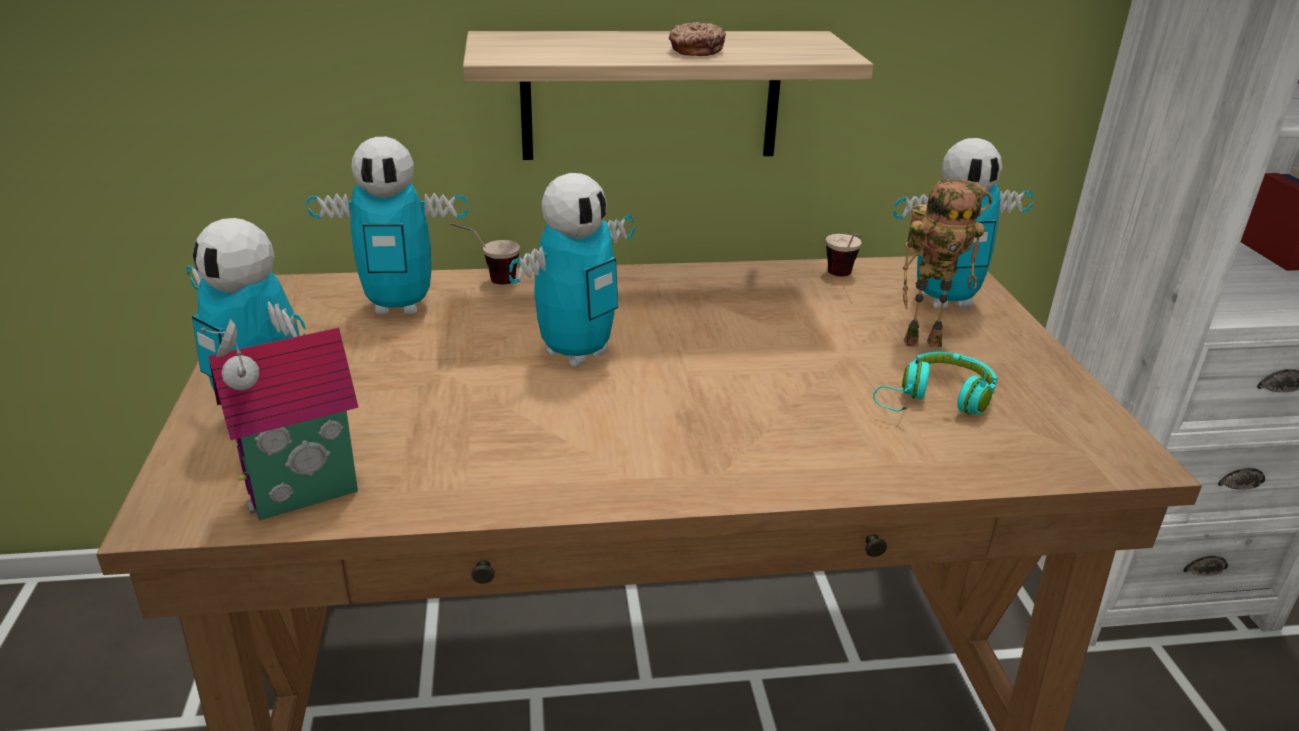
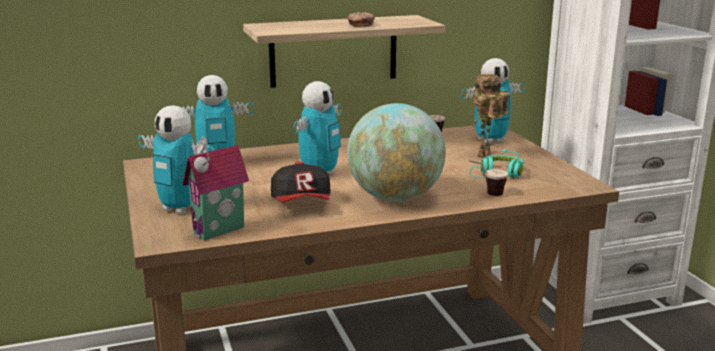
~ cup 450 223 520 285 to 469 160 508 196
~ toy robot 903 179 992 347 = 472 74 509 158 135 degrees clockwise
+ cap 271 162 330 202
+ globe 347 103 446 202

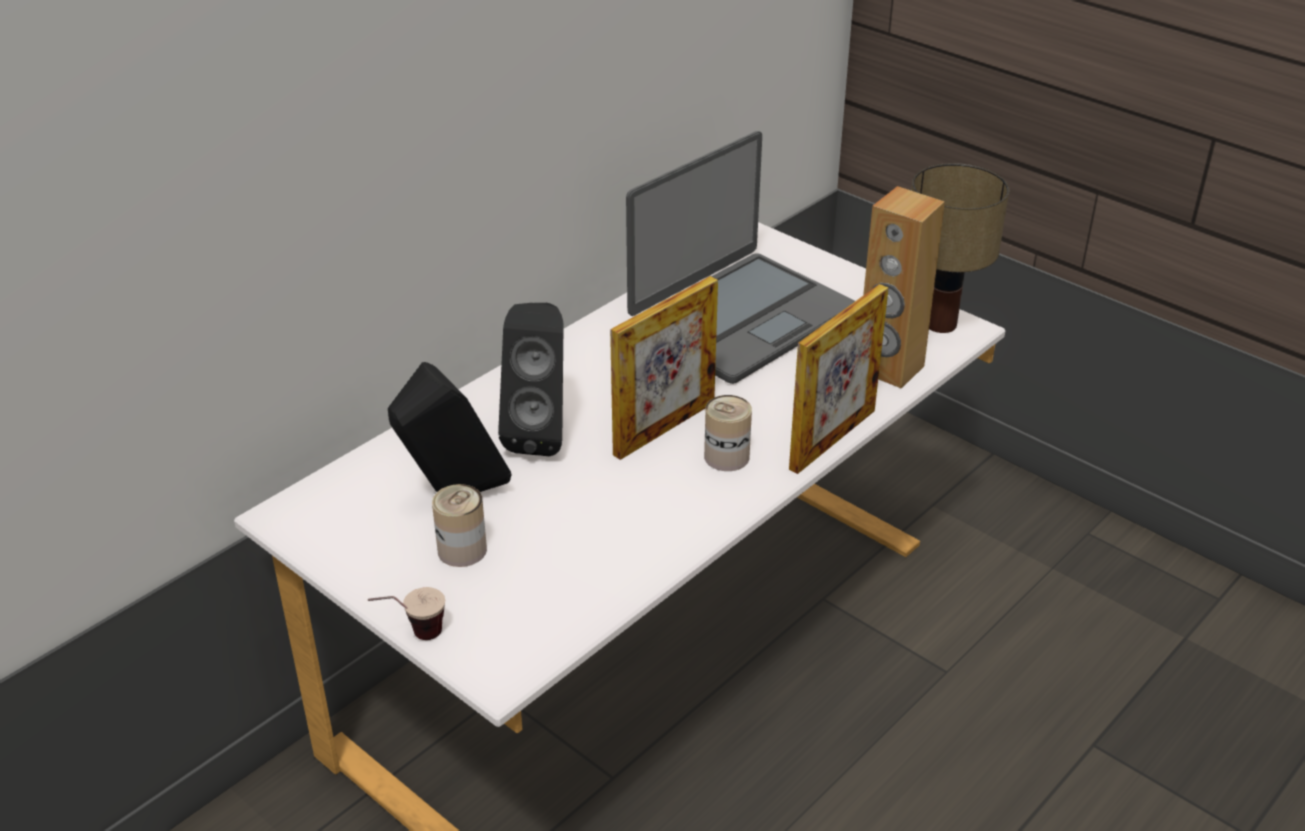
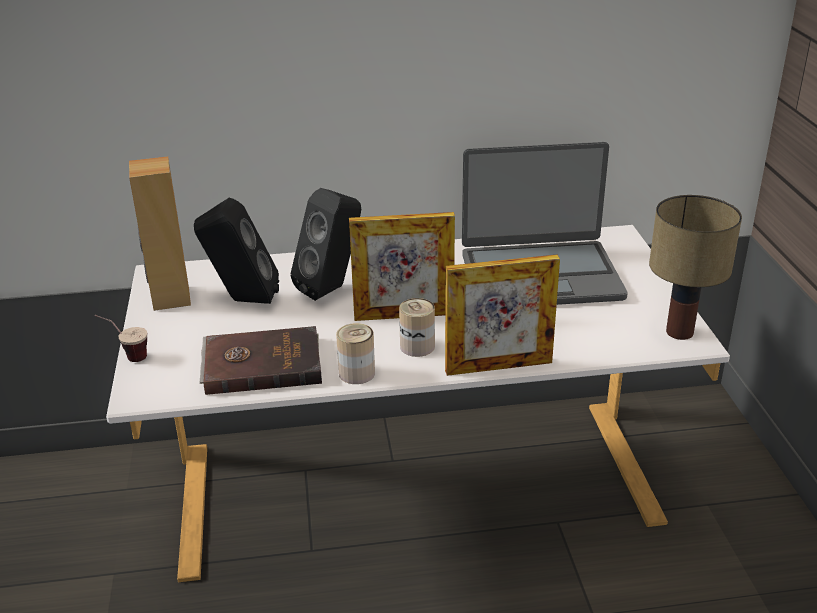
~ can 432 484 487 567 to 336 323 375 384
~ speaker (brown) 863 186 945 389 to 129 157 191 311
+ book (brown) 200 326 322 395

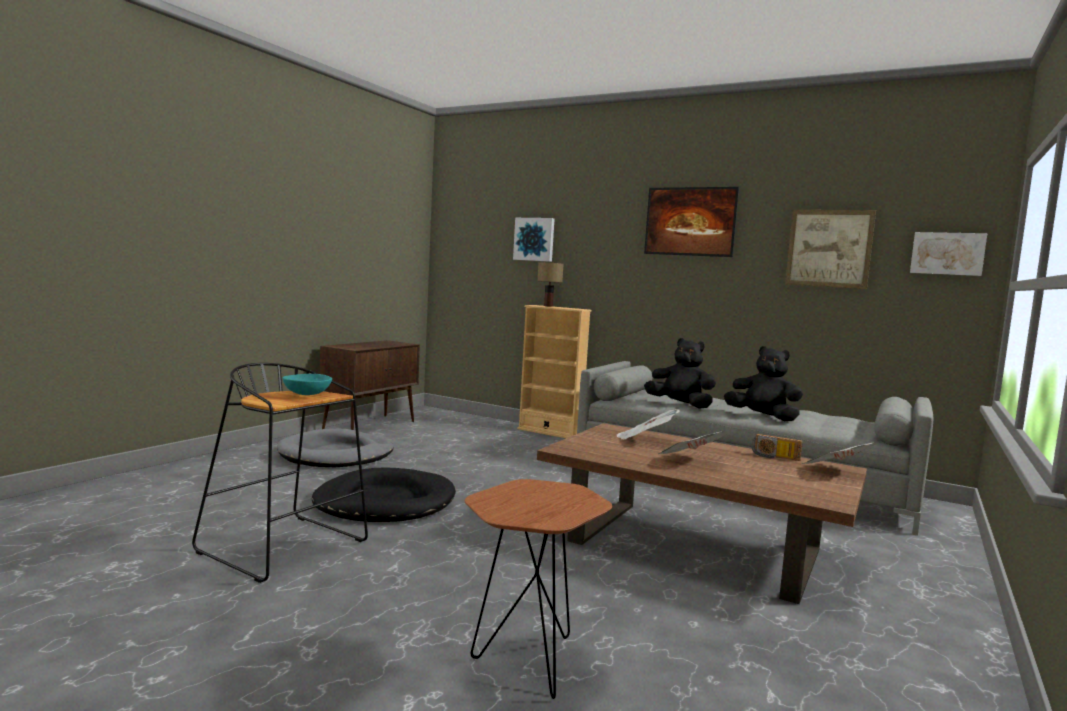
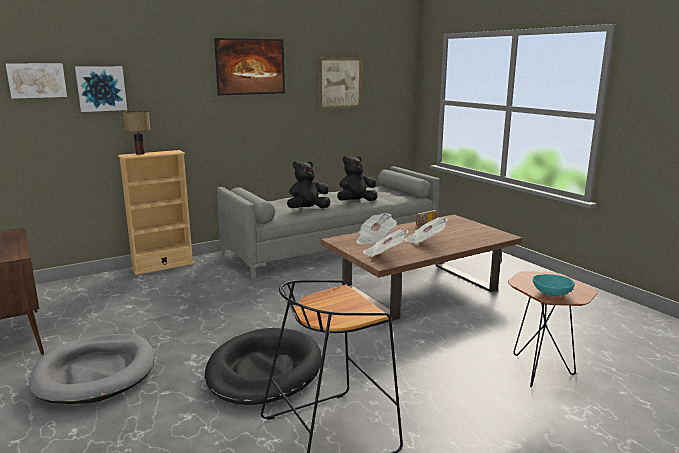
~ bowl (turquoise) 282 374 332 395 to 533 274 575 296
~ newspaper 802 442 877 464 to 363 229 409 257
~ picture 910 232 987 276 to 5 63 67 99

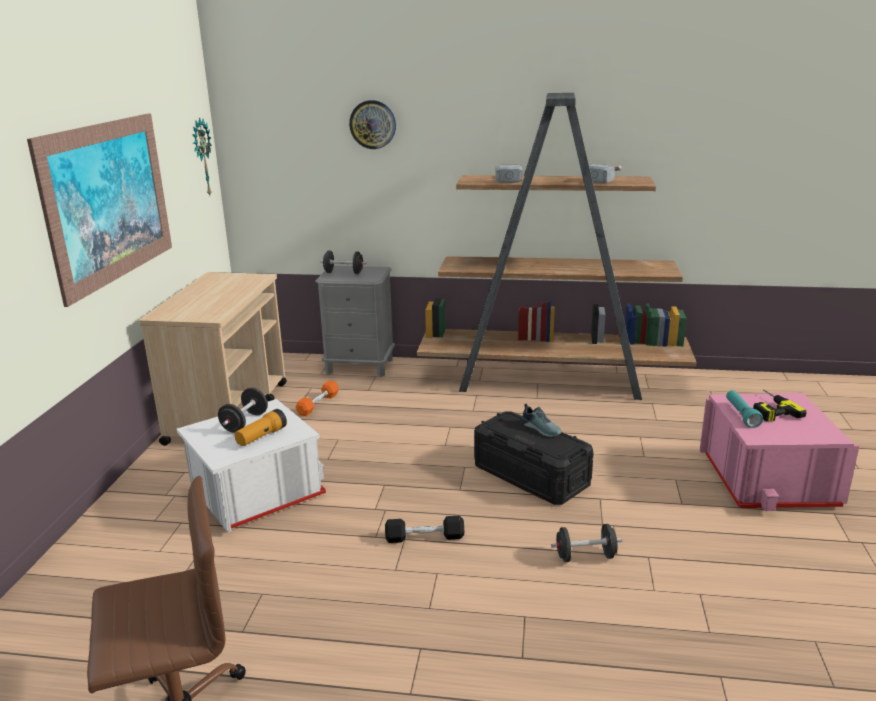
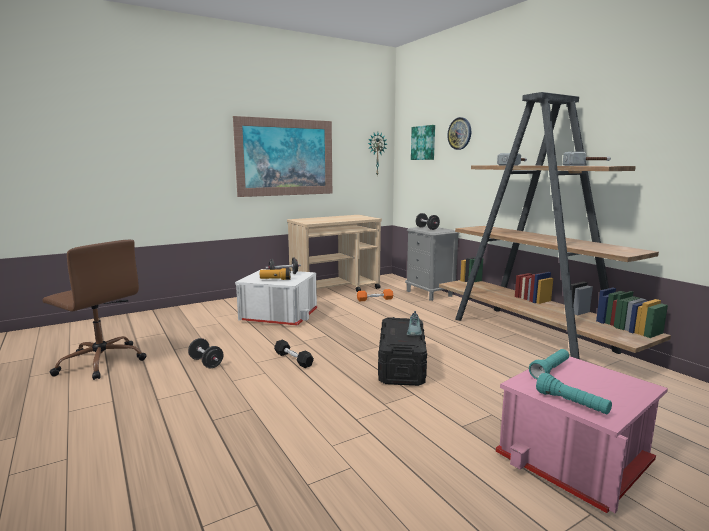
~ dumbbell (black) 551 524 622 562 to 188 338 223 368
- power drill 753 389 807 422
+ picture 411 125 435 160
+ flashlight (turquoise) 536 373 612 414

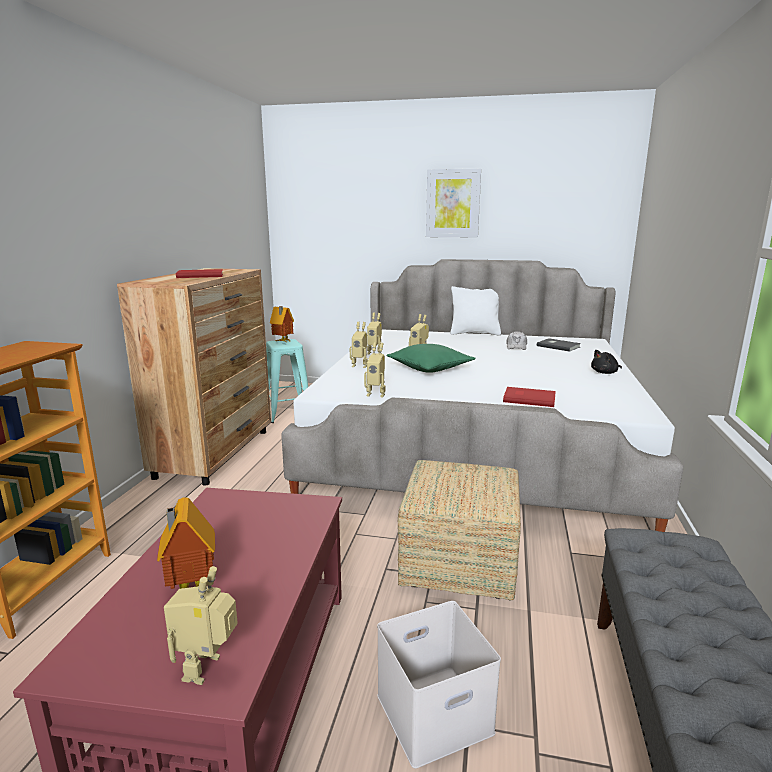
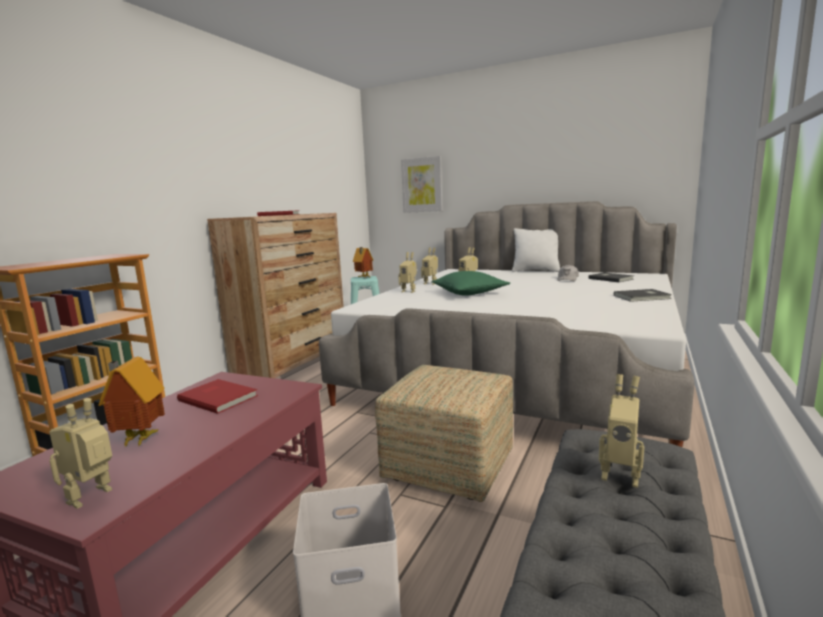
~ toy robot 364 342 385 397 to 599 374 644 488
~ picture 426 169 481 238 to 401 156 443 213
~ book (red) 503 387 556 407 to 177 379 258 414
~ plush toy (black) 591 350 622 374 to book (grey) 614 289 672 302

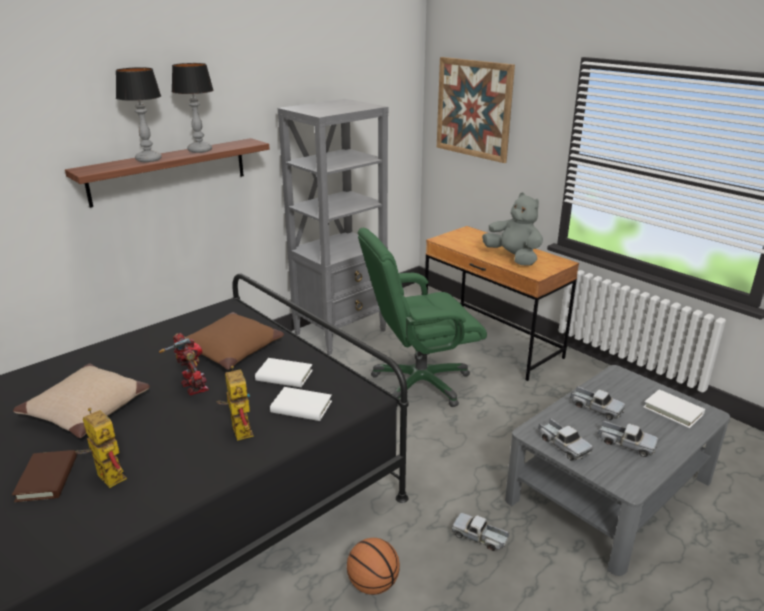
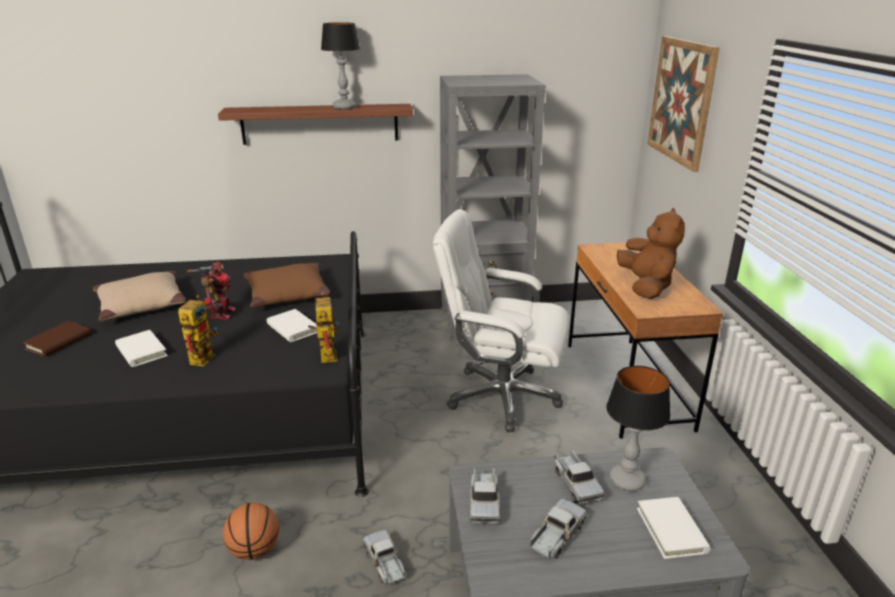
~ toy robot 75 408 127 488 to 308 292 339 363
~ table lamp 116 67 162 162 to 606 366 671 491
~ book (white) 270 387 332 421 to 115 330 168 367
~ office chair (green) 358 228 487 407 to office chair (white) 433 209 570 432
~ plush toy (grey) 482 192 543 266 to plush toy (brown) 617 208 685 299
~ toy truck 598 420 658 457 = 530 499 587 558 120 degrees counterclockwise

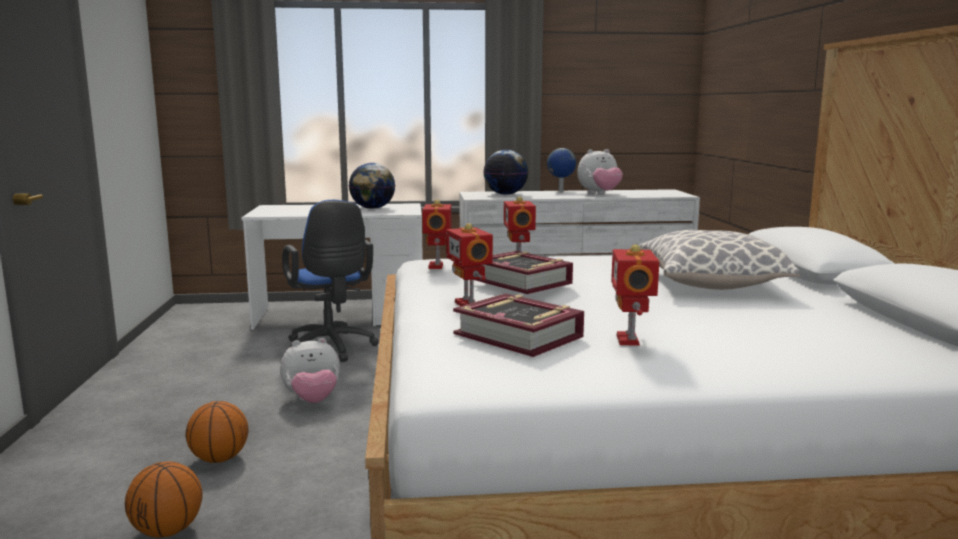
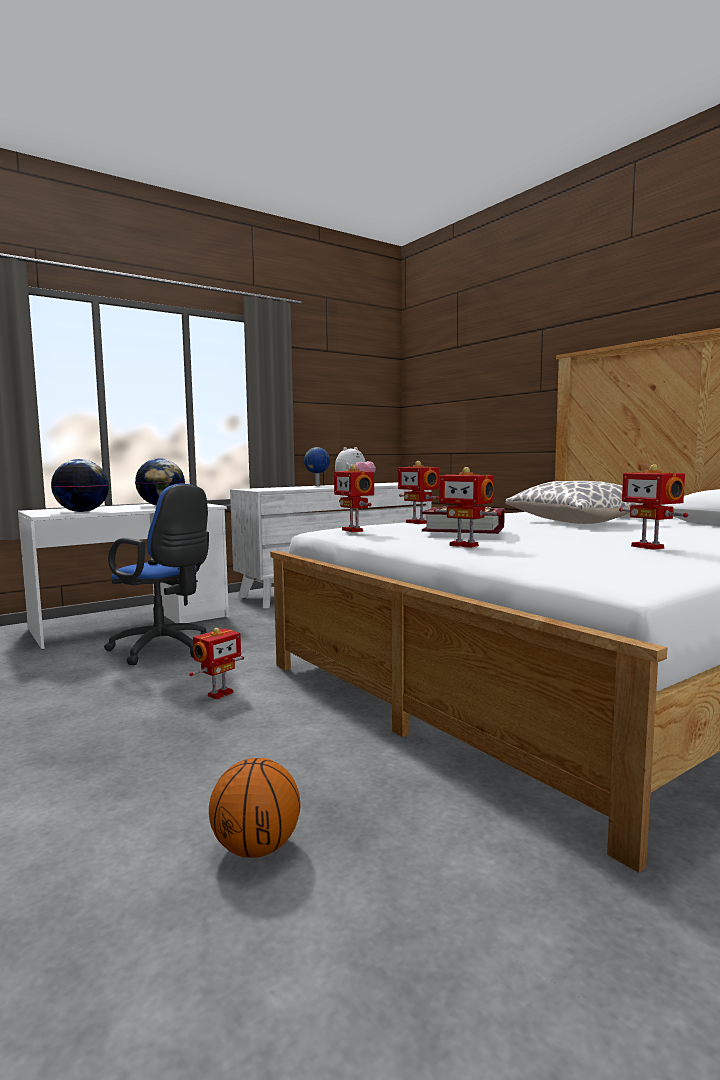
- basketball 186 401 248 463
~ plush toy 280 338 340 403 to toy robot 189 628 244 699
- book 453 293 584 357
~ globe 484 150 528 195 to 51 459 109 512

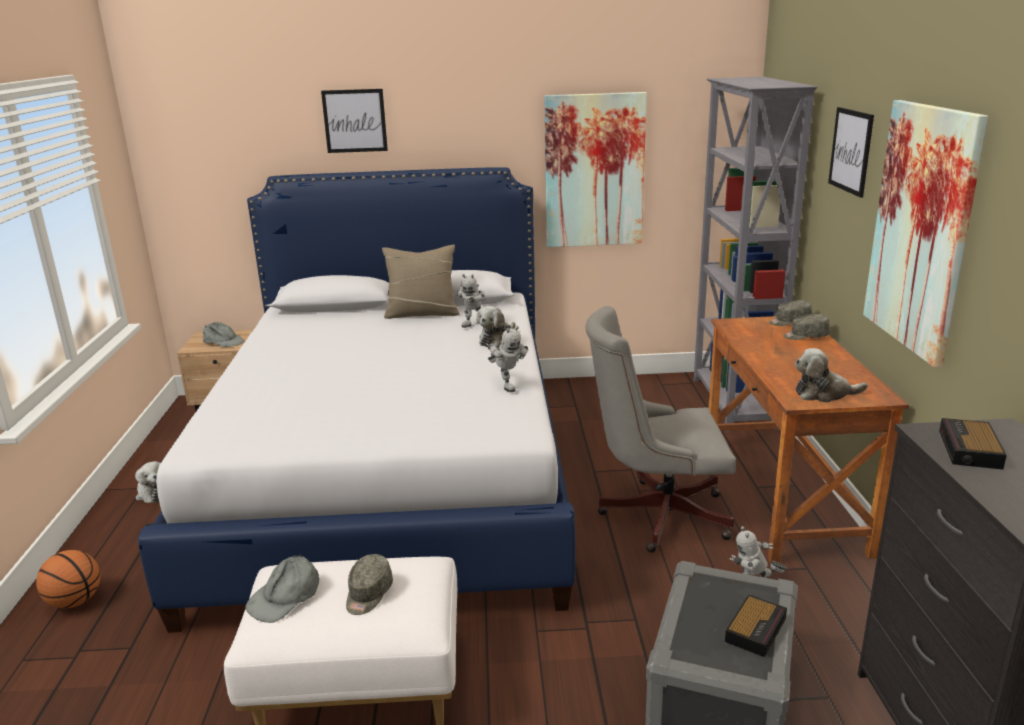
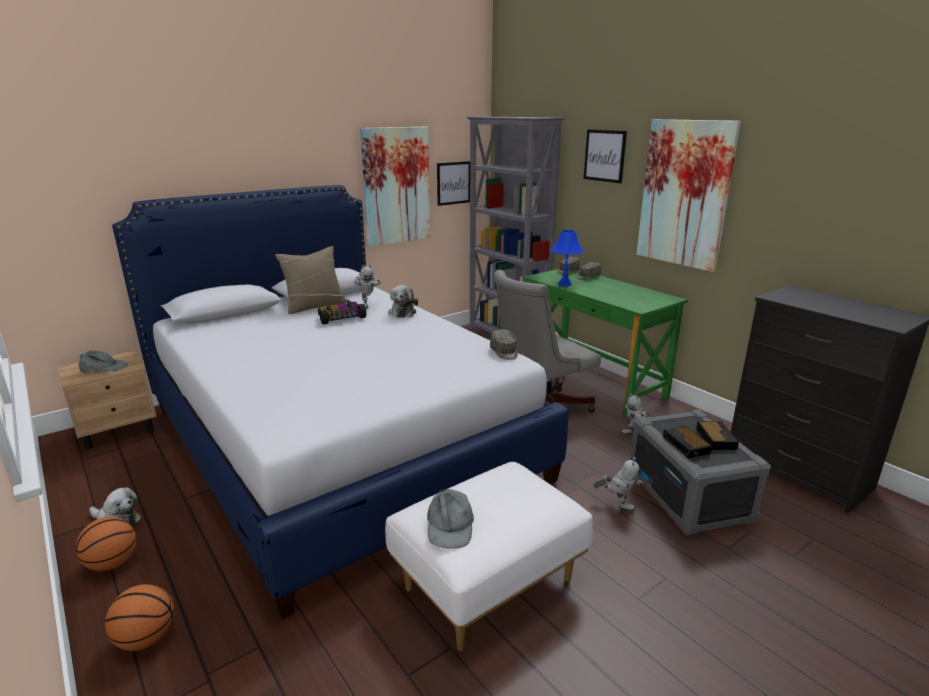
~ picture 321 89 388 153 to 437 161 470 206
~ cap (grey) 346 554 393 615 to 490 329 518 360
~ toy robot 486 326 528 392 to 593 457 643 512
~ desk (brown) 709 316 909 563 to desk (green) 523 269 688 417
- plush toy 795 348 868 403
~ alarm clock 939 418 1007 469 to 663 426 712 458
+ basketball 75 517 136 572
+ toy car 318 299 366 324
+ table lamp (blue) 551 230 584 286

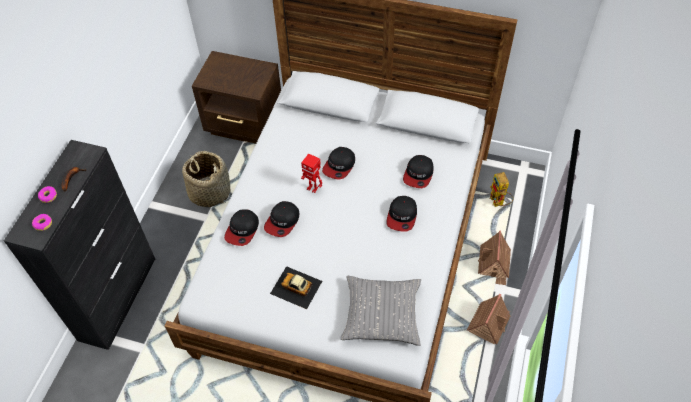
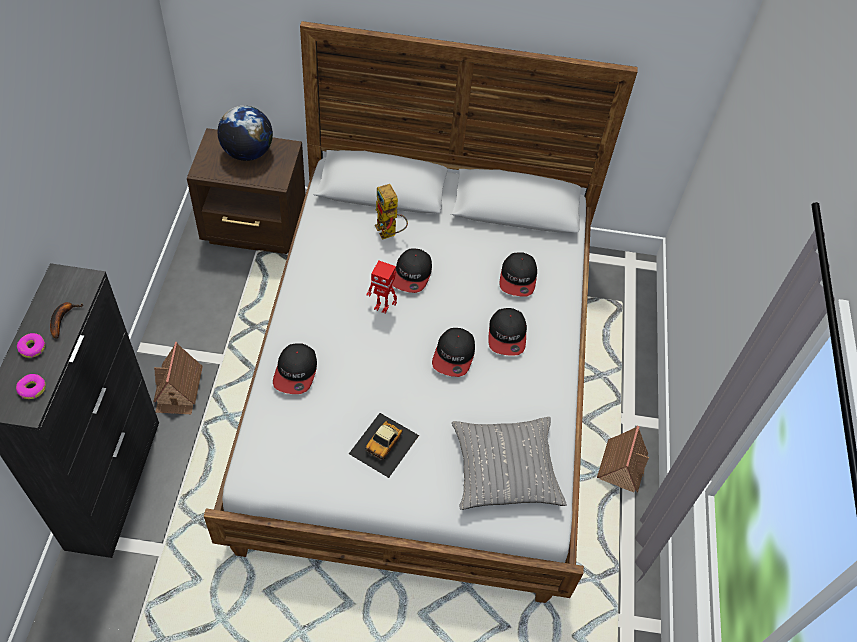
- basket 182 151 231 207
~ cap 264 201 299 237 to 432 328 475 377
~ toy car 270 266 322 309 = 349 413 419 478 75 degrees counterclockwise
~ toy house 478 230 511 285 to 153 342 203 414
~ toy robot 489 172 513 207 to 375 184 408 240
+ globe 218 106 273 161

